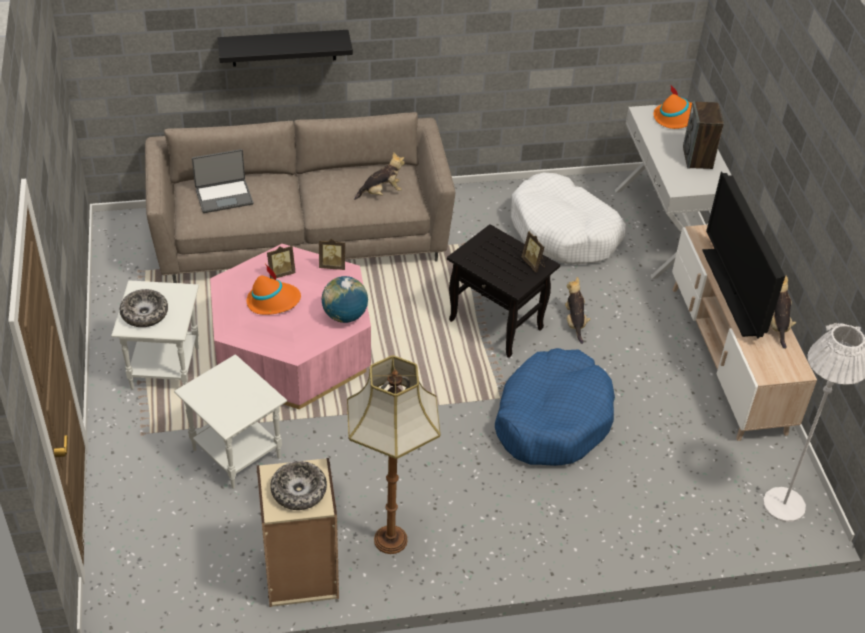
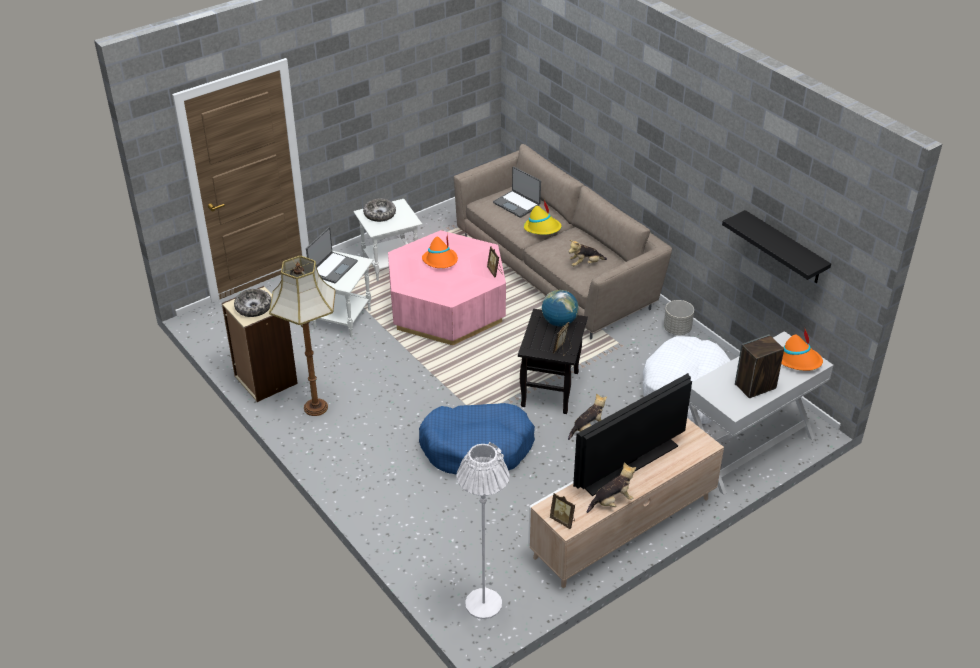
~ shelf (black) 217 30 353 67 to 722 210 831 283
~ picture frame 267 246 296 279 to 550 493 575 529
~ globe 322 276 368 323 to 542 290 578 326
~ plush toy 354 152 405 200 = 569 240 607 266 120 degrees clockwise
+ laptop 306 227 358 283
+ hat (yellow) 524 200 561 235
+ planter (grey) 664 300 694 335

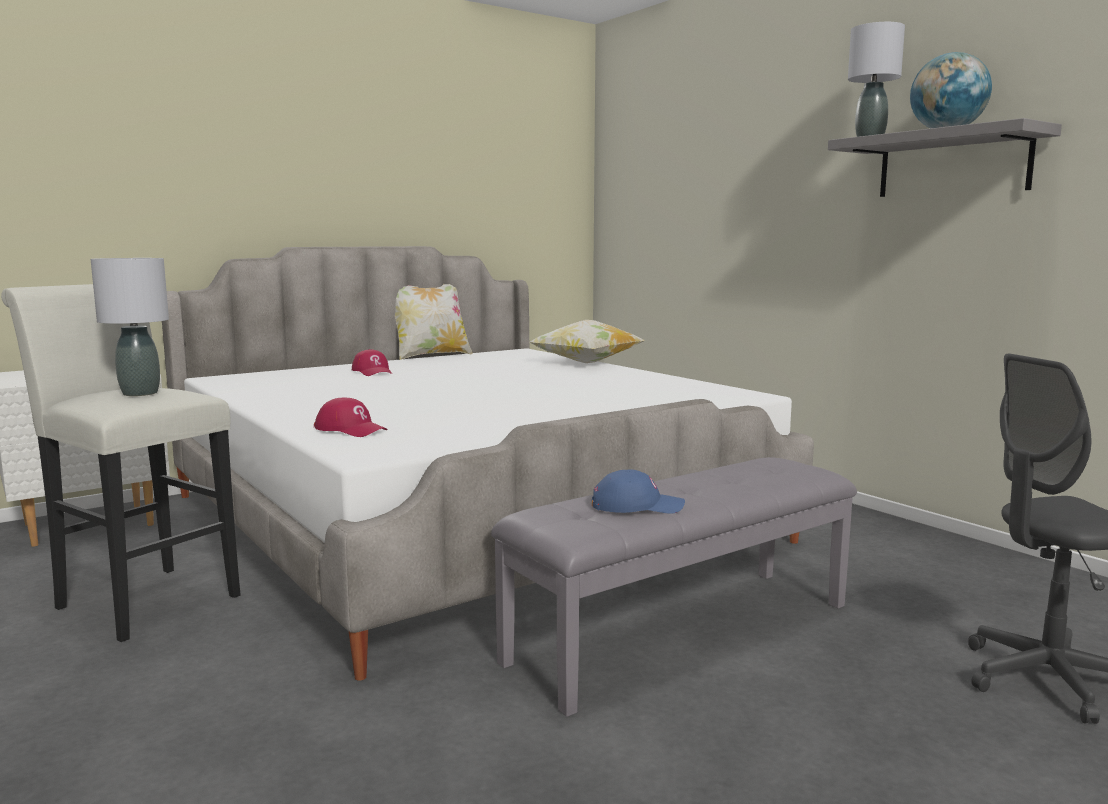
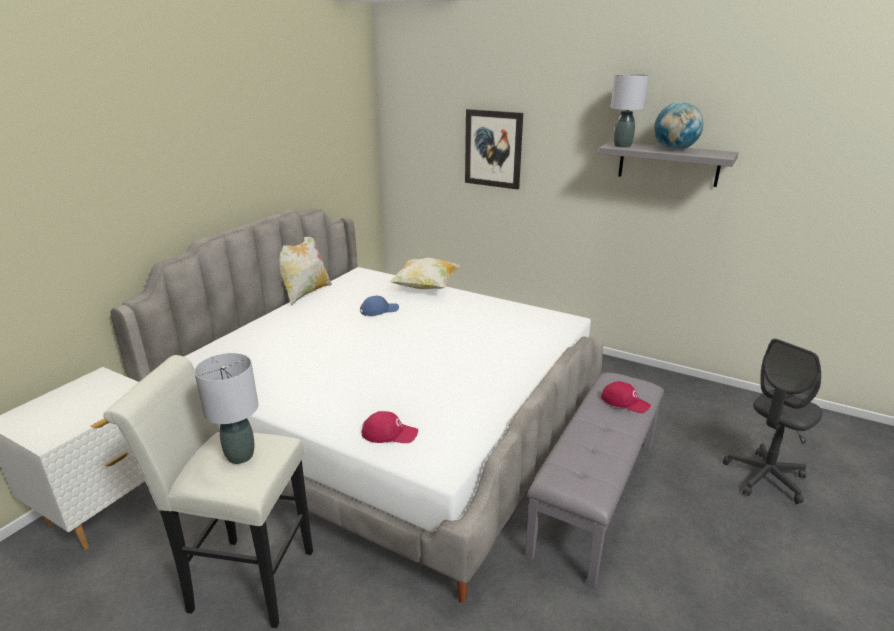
~ cap (red) 352 349 392 376 to 601 381 651 413
~ cap (blue) 592 470 685 514 to 360 296 399 316
+ picture 465 109 523 190

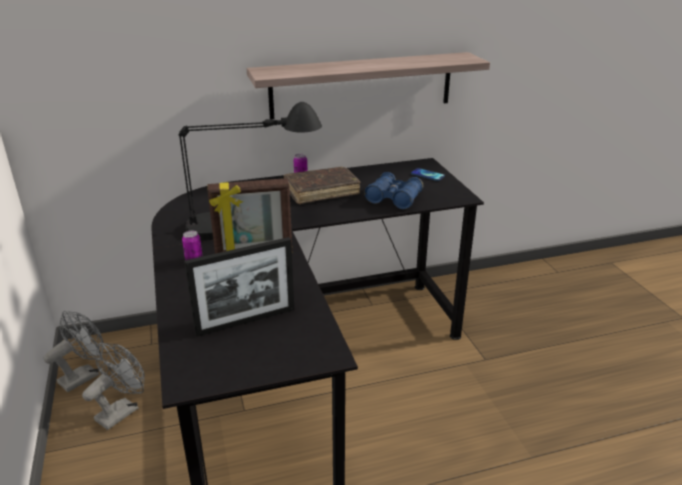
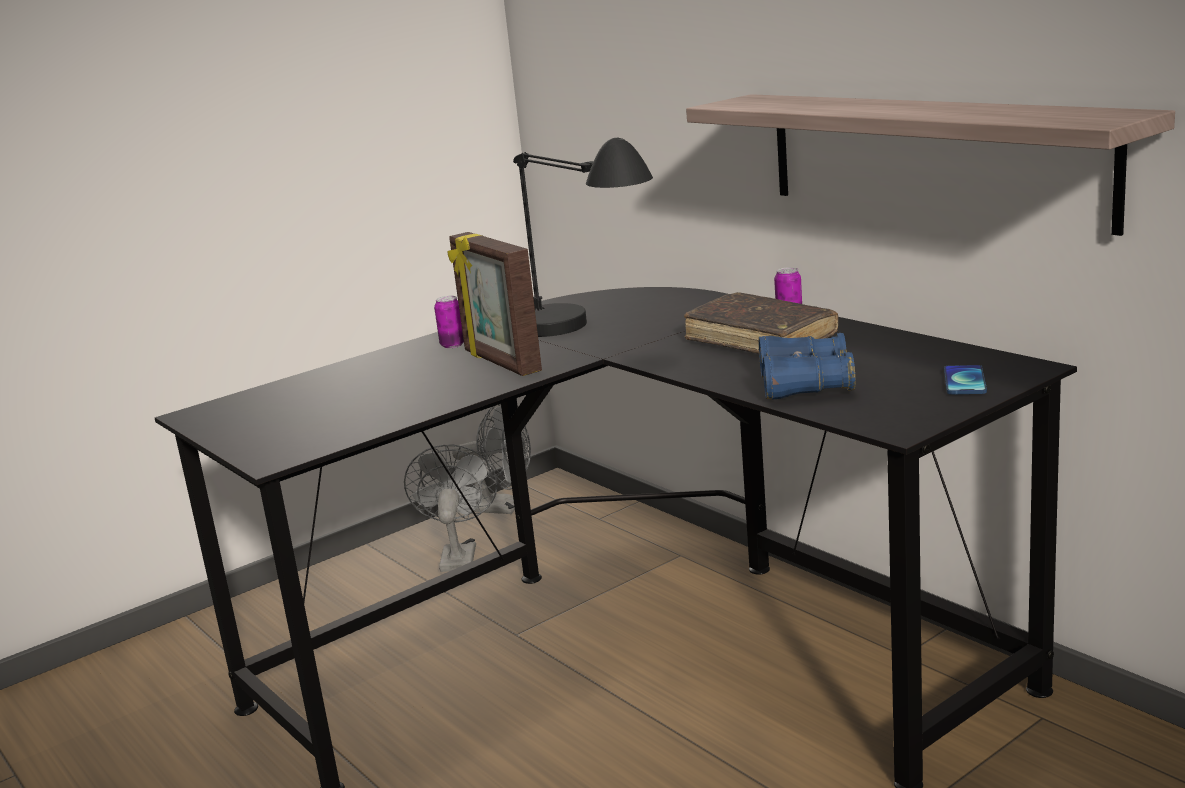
~ fan (grey) 82 343 145 430 = 404 444 497 572 105 degrees counterclockwise
- picture frame 184 237 295 337

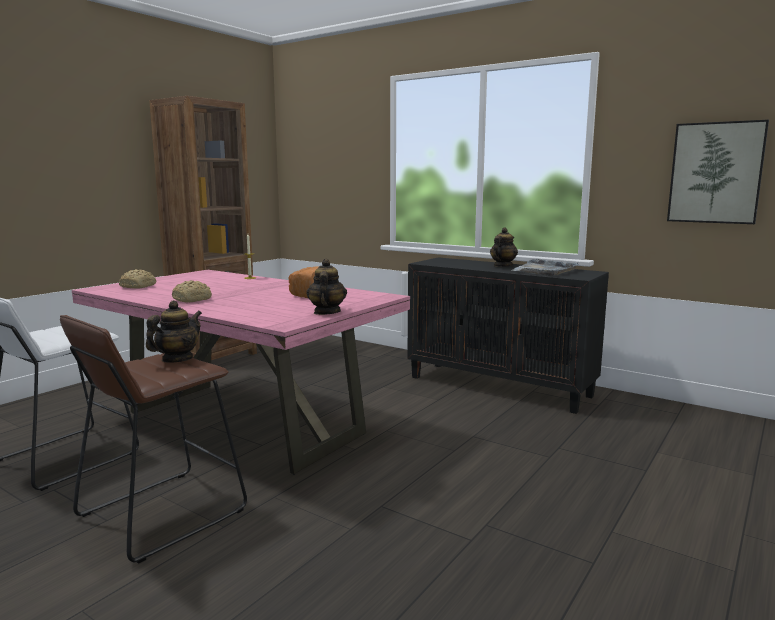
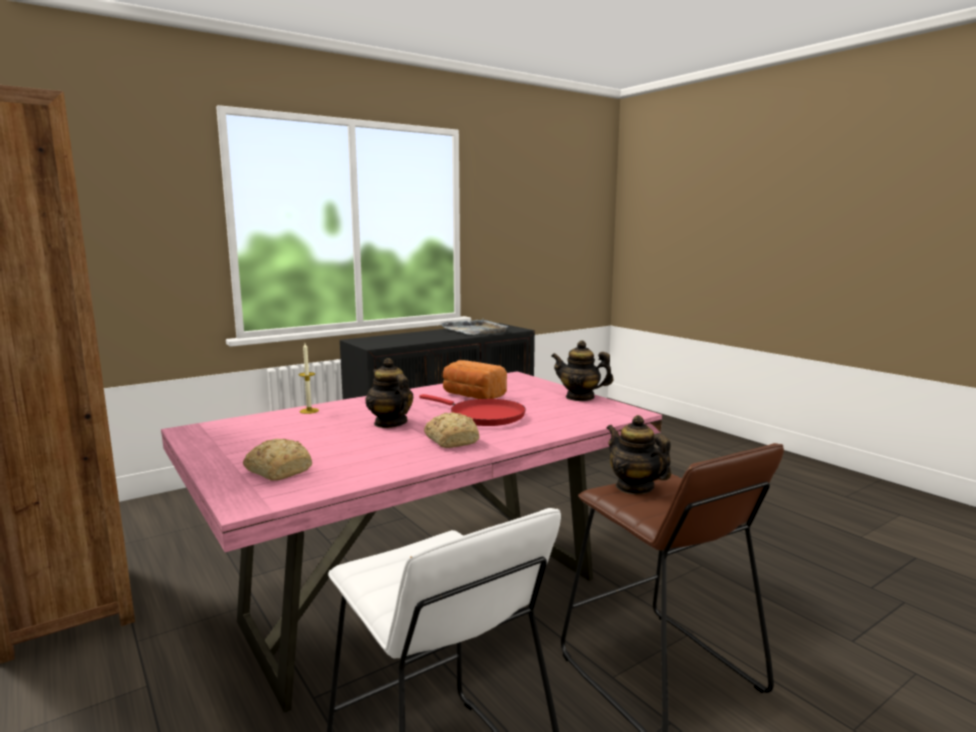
~ teapot 490 228 518 267 to 365 358 413 428
- picture 667 120 769 224
+ frying pan (red) 419 394 526 426

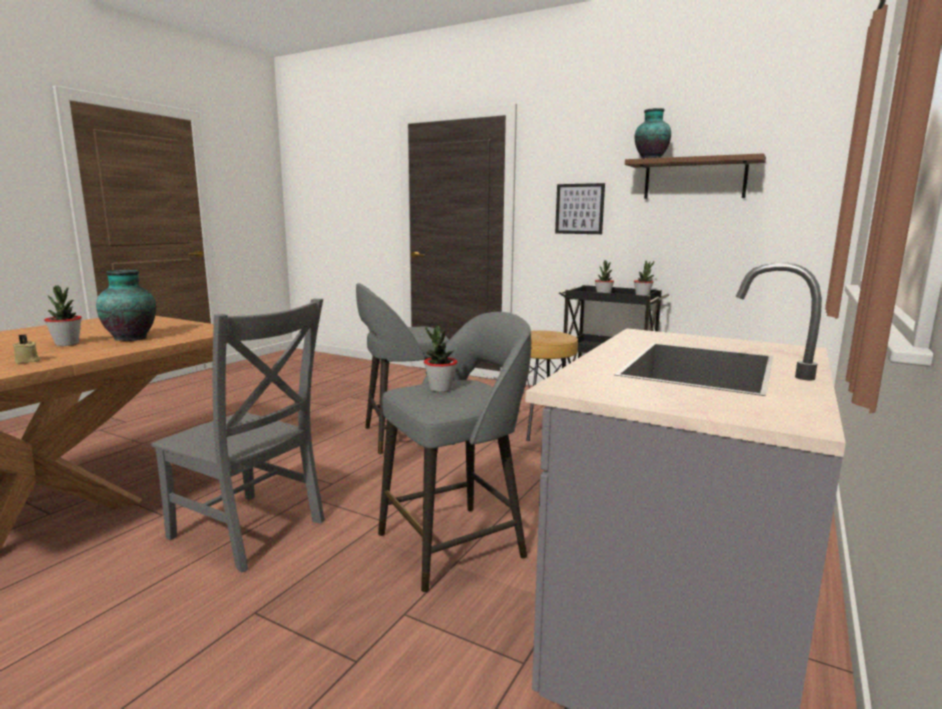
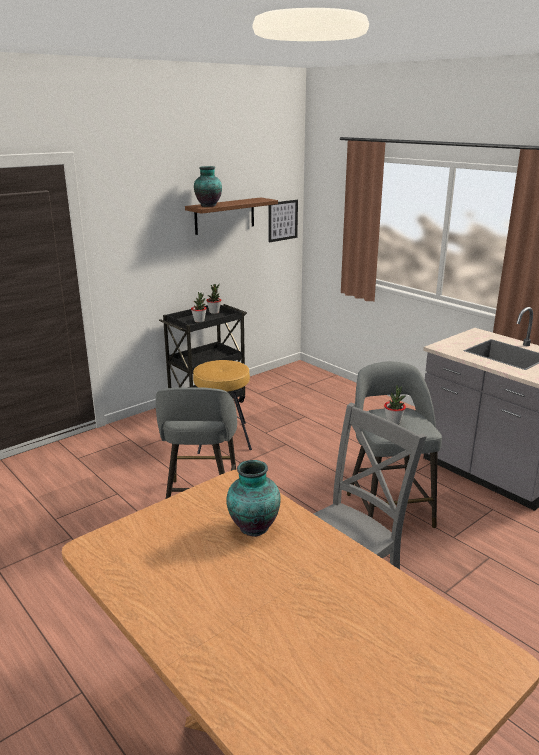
- candle (beige) 13 334 40 364
- potted plant 44 285 82 346
~ picture 555 183 605 234 to 268 200 298 242

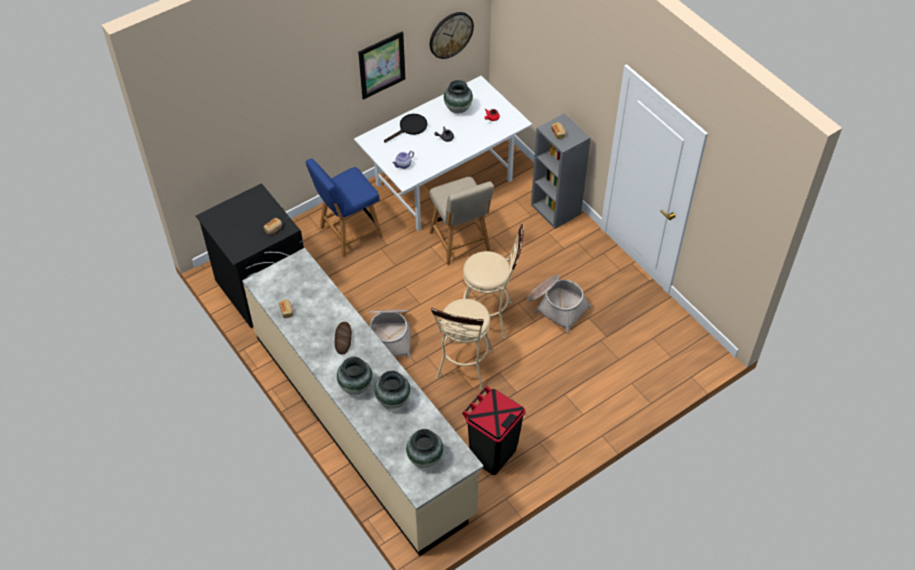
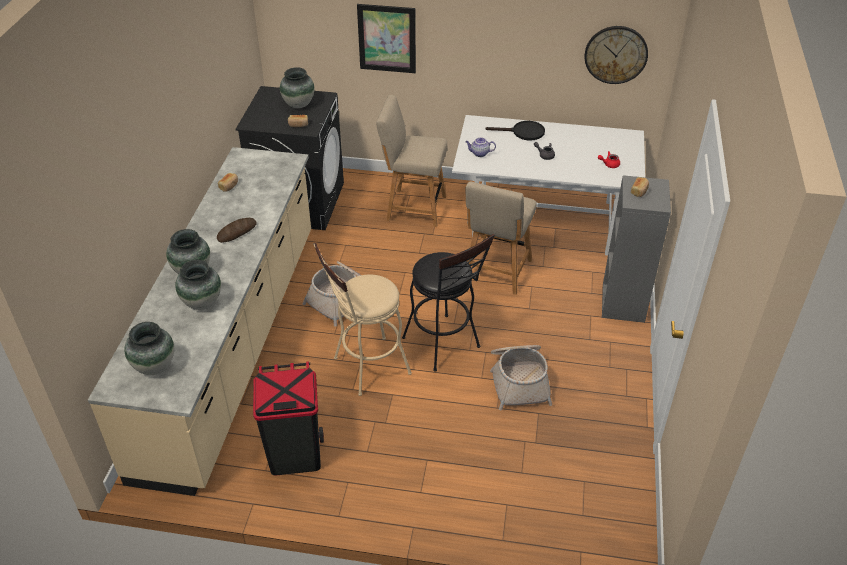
~ chair (blue) 306 158 383 257 to chair (beige) 376 95 448 227
~ picture 358 31 405 100 to 357 4 416 73
~ vase 444 80 473 113 to 280 67 315 108
~ stool (beige) 463 224 523 339 to stool (black) 402 234 495 371

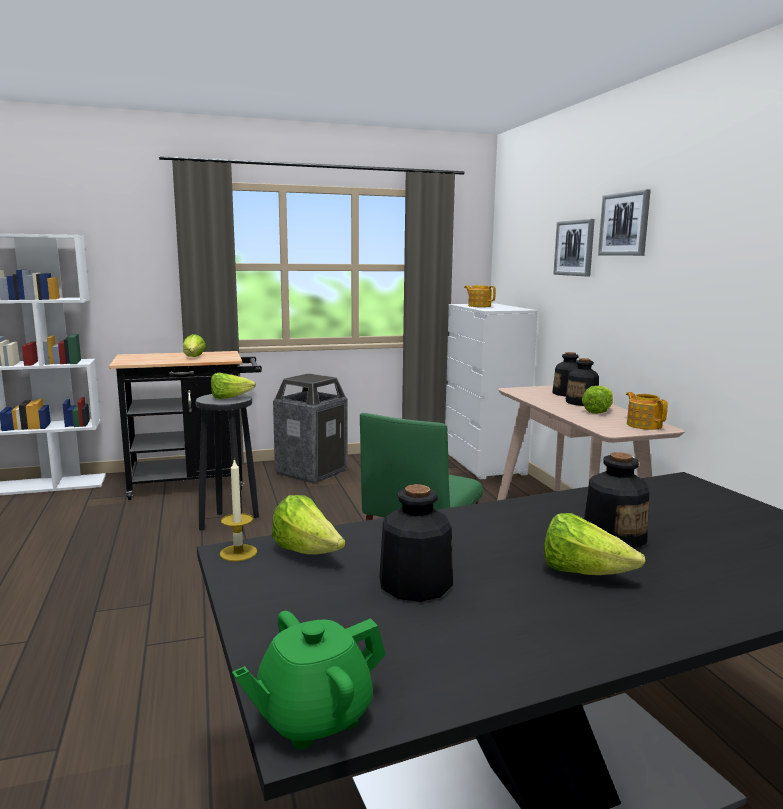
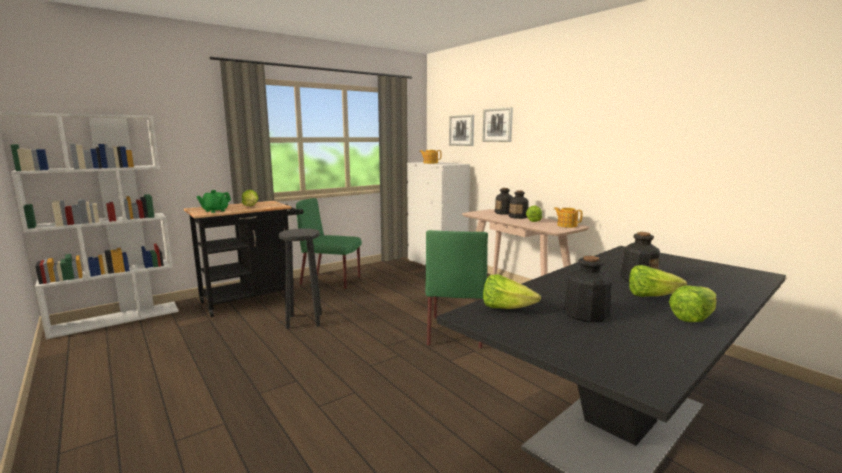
~ lettuce 211 373 256 399 to 669 286 717 322
- candle 220 459 257 561
~ teapot (green) 232 611 386 749 to 196 190 231 213
~ trash can 273 373 348 484 to chair (green) 296 198 362 290
~ picture 598 189 651 256 to 449 115 474 146

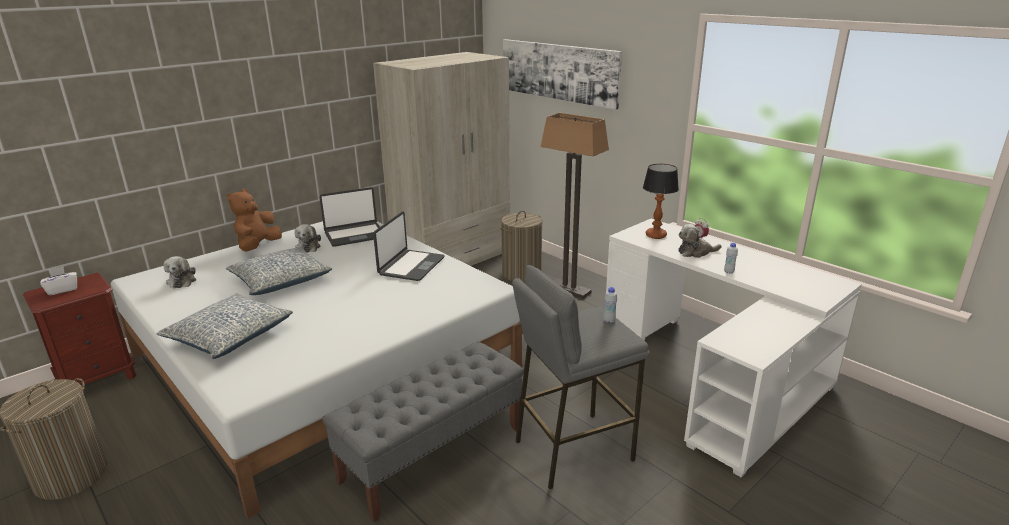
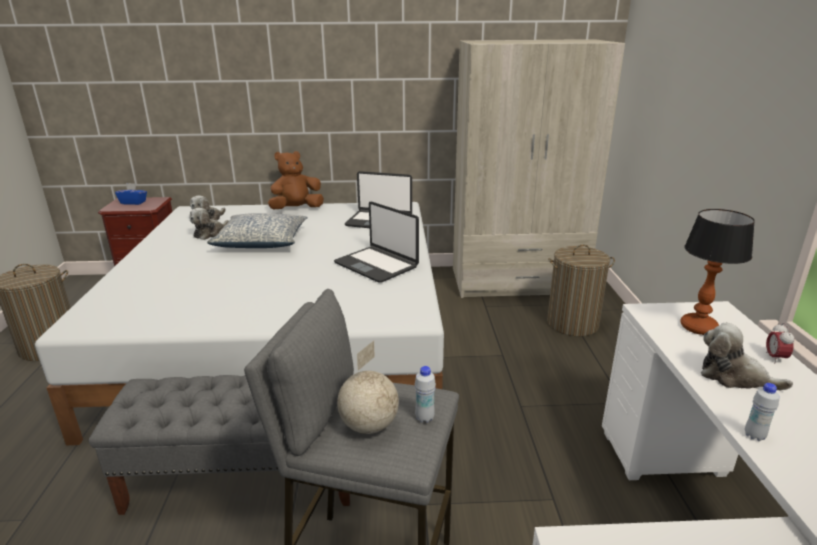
~ tissue box (white) 40 266 77 295 to tissue box (blue) 115 183 147 205
- pillow 156 294 293 359
~ plush toy 294 224 321 253 to 189 208 229 240
~ laptop 373 211 445 281 = 334 202 419 283 75 degrees clockwise
- picture 503 39 622 110
- floor lamp 541 113 609 299
+ globe 337 341 399 434

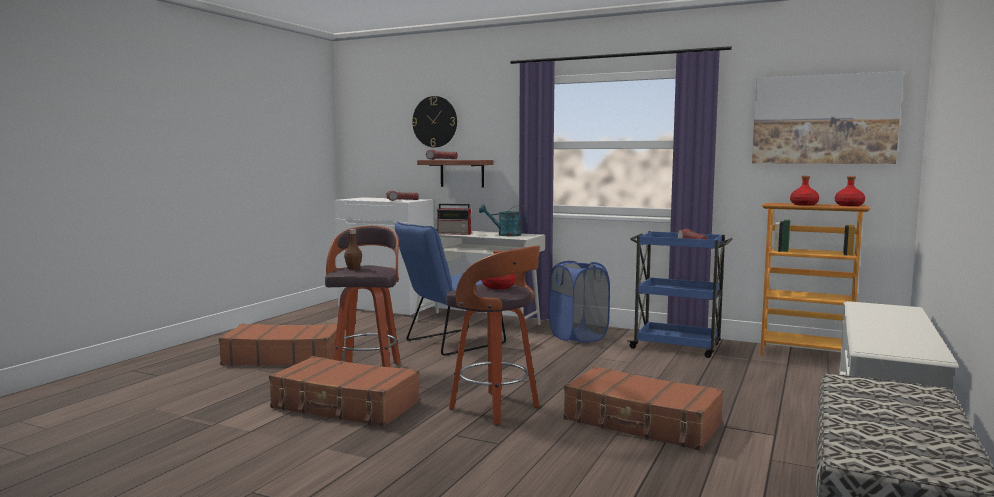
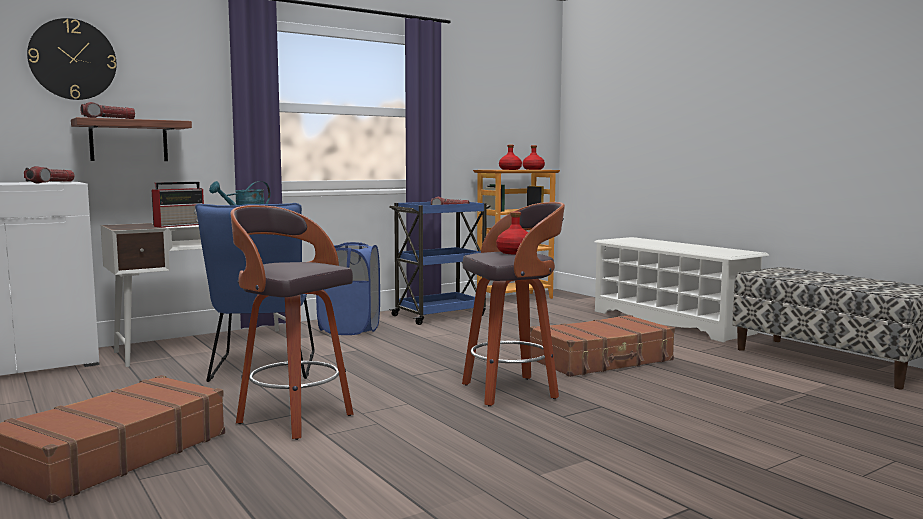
- suitcase (brown) 269 356 420 427
- bottle (brown) 344 229 362 270
- picture 752 71 903 164

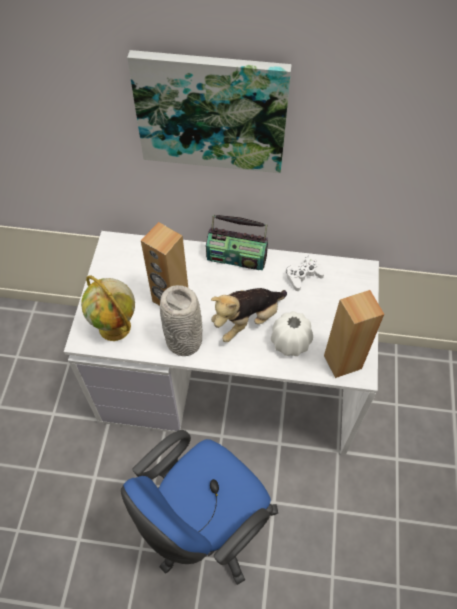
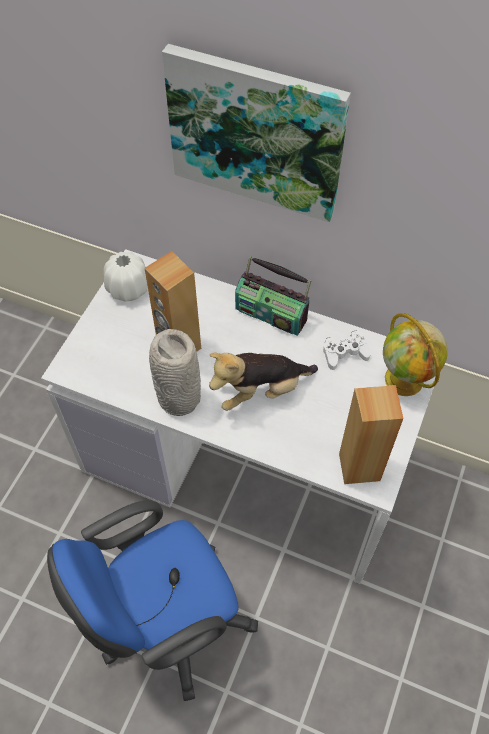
~ globe 81 275 135 341 to 383 313 448 396
~ vase (white) 271 311 313 356 to 104 252 147 301

